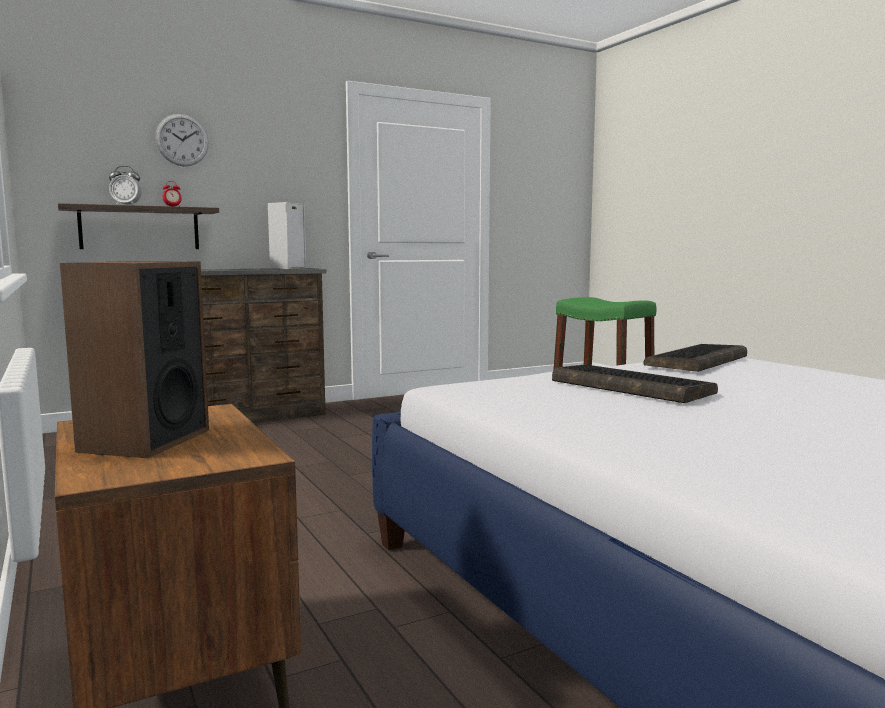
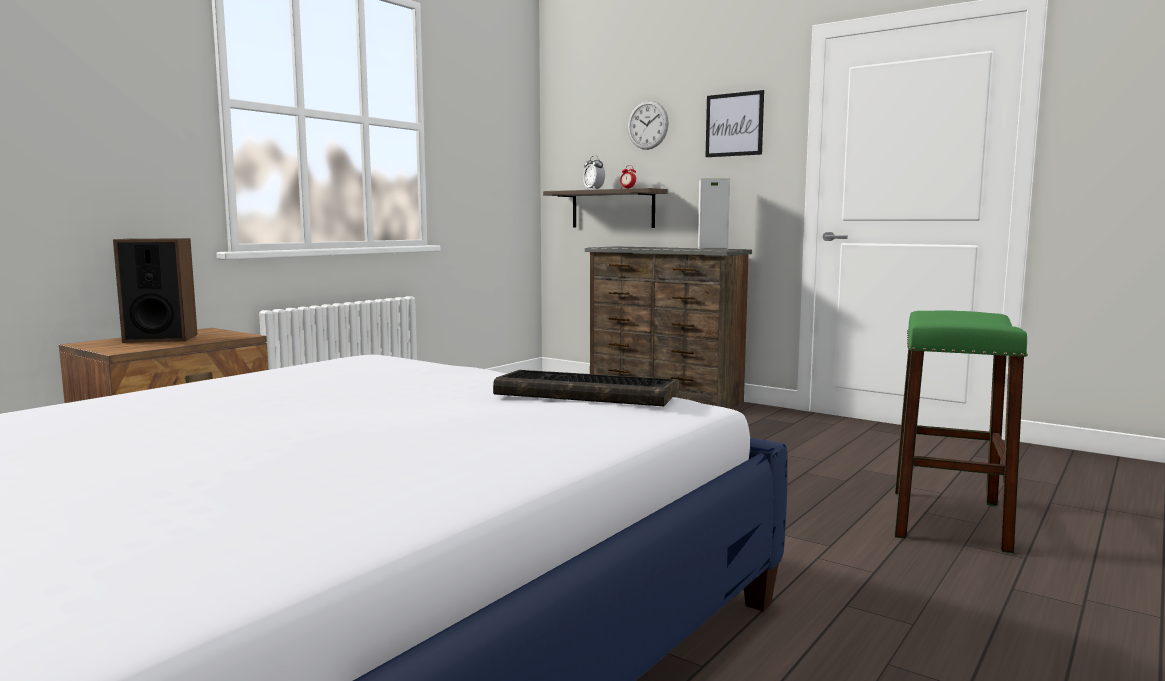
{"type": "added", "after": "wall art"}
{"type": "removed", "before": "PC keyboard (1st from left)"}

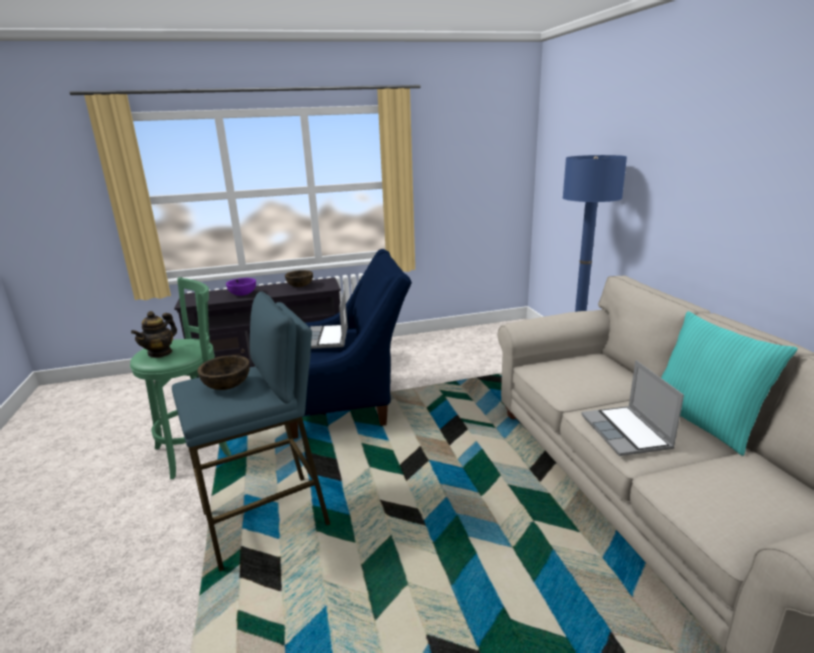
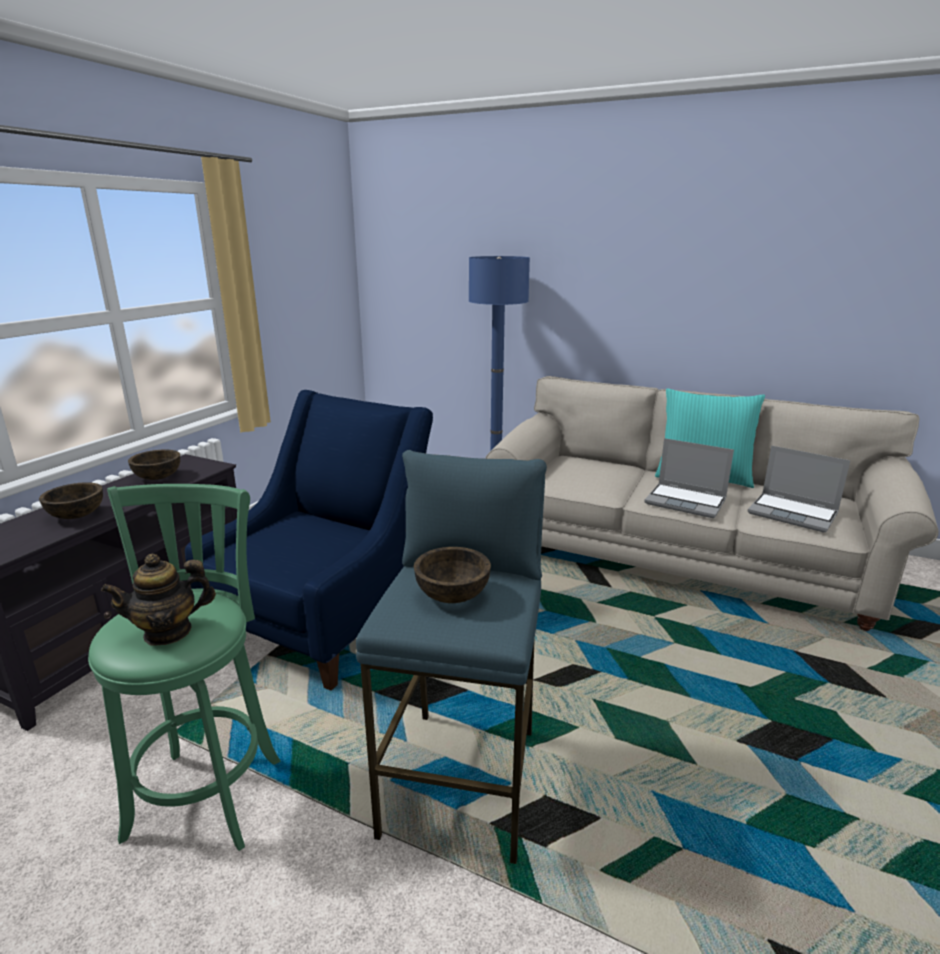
{"type": "recoloured", "before": "serving bowl/purple-coloured", "after": "serving bowl/brownish (1st from left)"}
{"type": "turned", "before": "pot for tea", "turn": 90}
{"type": "moved", "before": "laptop (1st from left in the first image)", "after": "laptop (2nd from left)"}

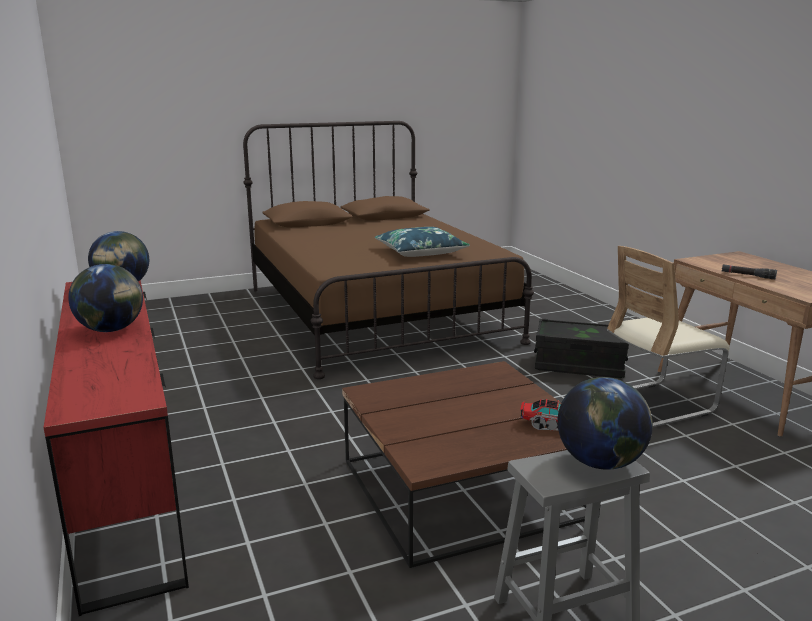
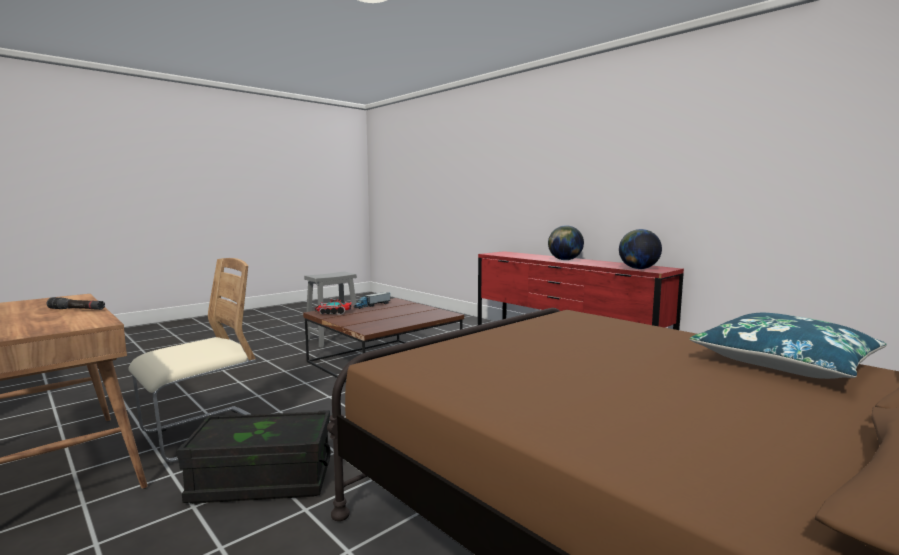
{"type": "added", "after": "toy lorry (2nd from left)"}
{"type": "moved", "before": "throw pillow/blue-coloured"}
{"type": "removed", "before": "desk globe (3rd from left)"}

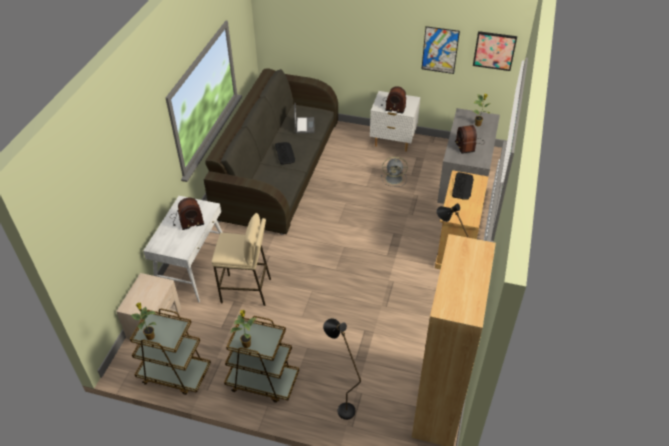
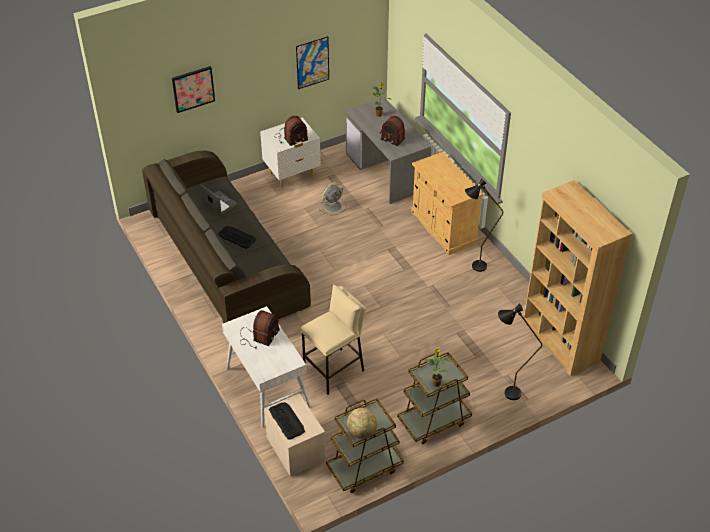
{"type": "moved", "before": "wall art (2nd from left in the first image)", "after": "wall art (1st from left)"}
{"type": "moved", "before": "PC keyboard (2nd from left)"}
{"type": "replaced", "before": "potted plant (1st from left)", "after": "desk globe"}

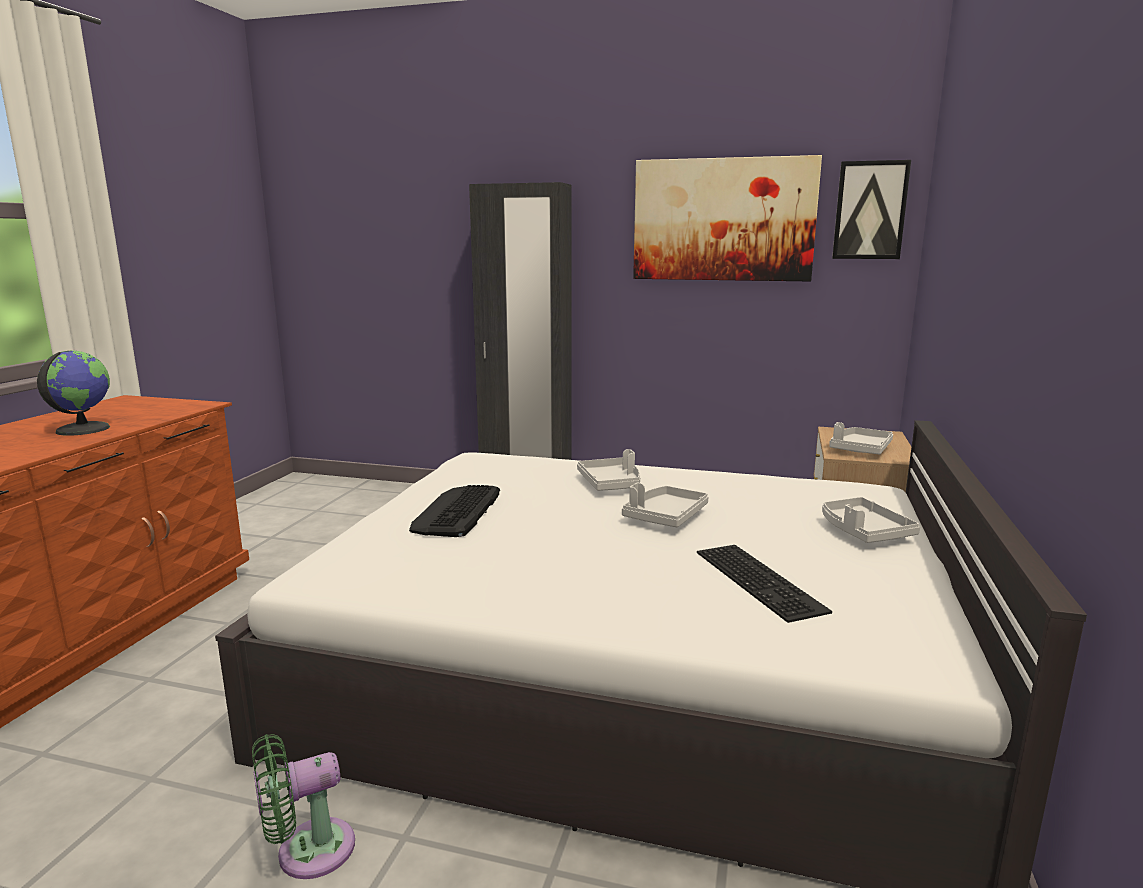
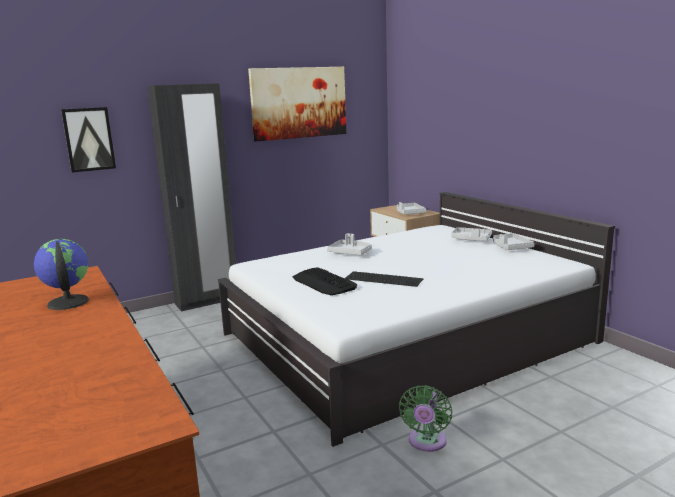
{"type": "moved", "before": "wall art (2nd from left in the first image)", "after": "wall art (1st from left)"}
{"type": "moved", "before": "PC keyboard (2nd from left)"}
{"type": "moved", "before": "serving tray/grey (2nd from left in the first image)", "after": "serving tray/grey (4th from left)"}

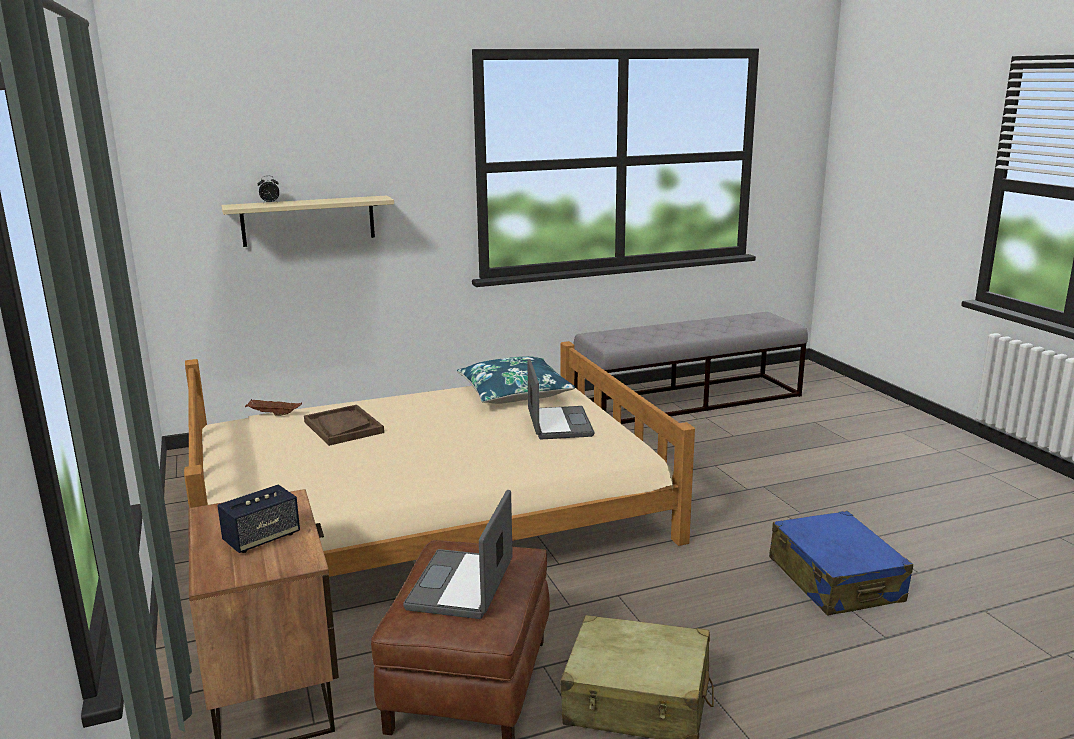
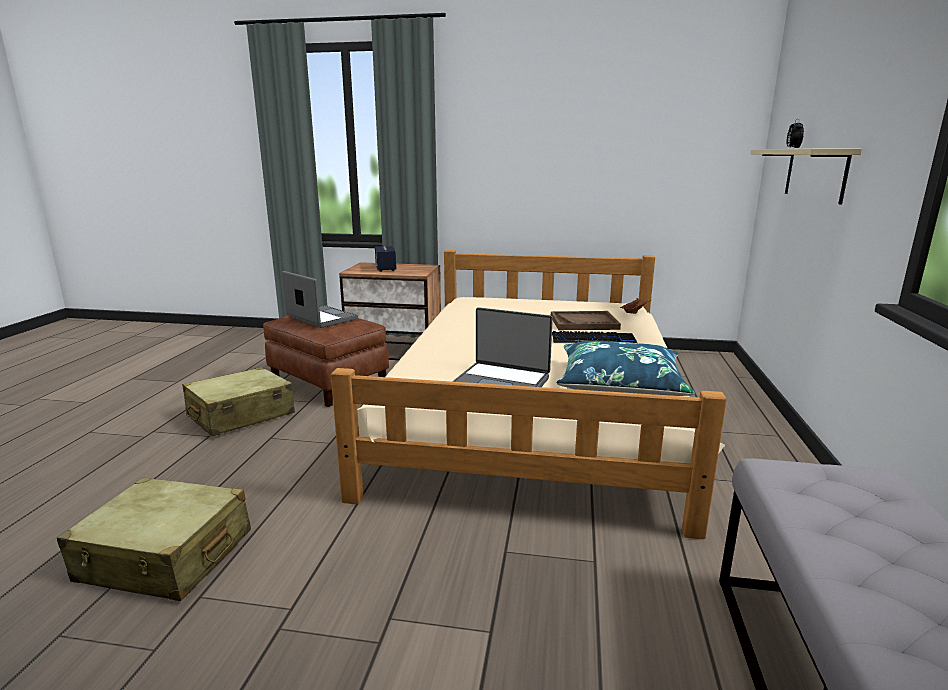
{"type": "recoloured", "before": "piece of luggage/blue-coloured", "after": "piece of luggage/sand-coloured (1st from left)"}
{"type": "added", "after": "PC keyboard"}

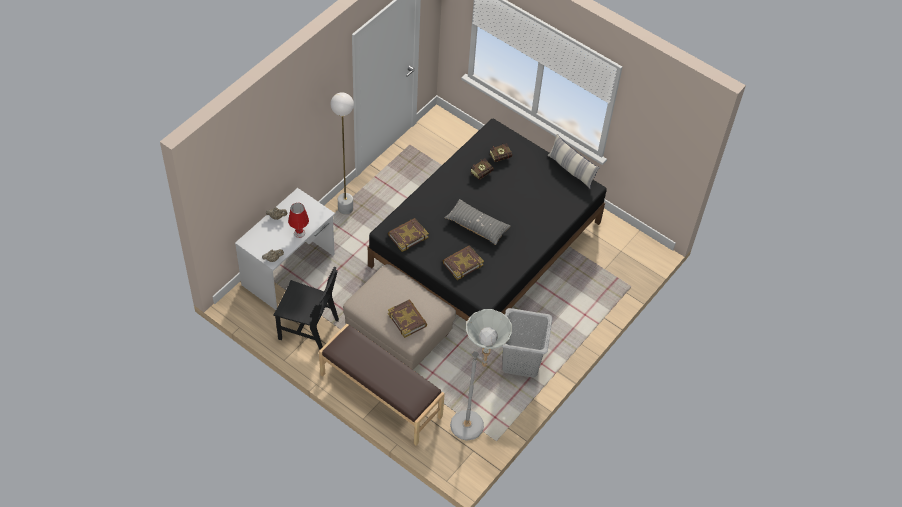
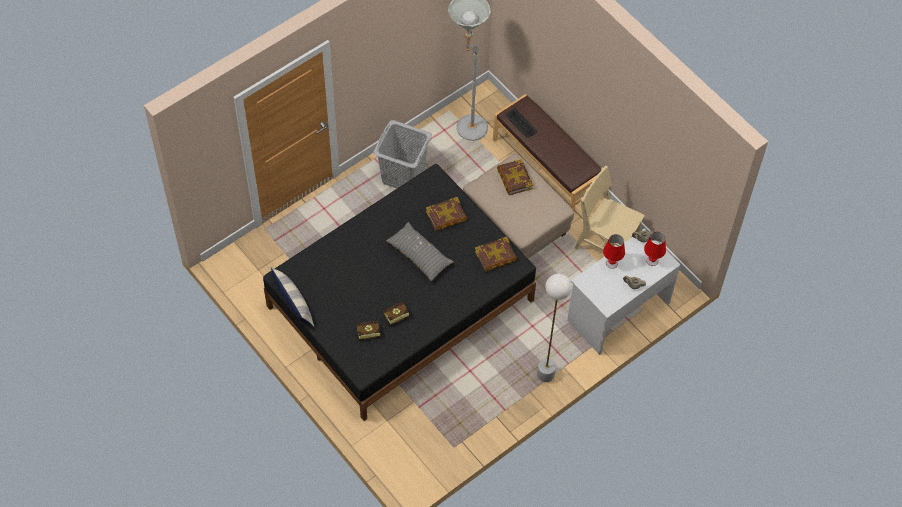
{"type": "added", "after": "PC keyboard"}
{"type": "recoloured", "before": "upright chair/blackish", "after": "upright chair/sand-coloured"}
{"type": "added", "after": "lamp for a table/red-coloured (2nd from left)"}

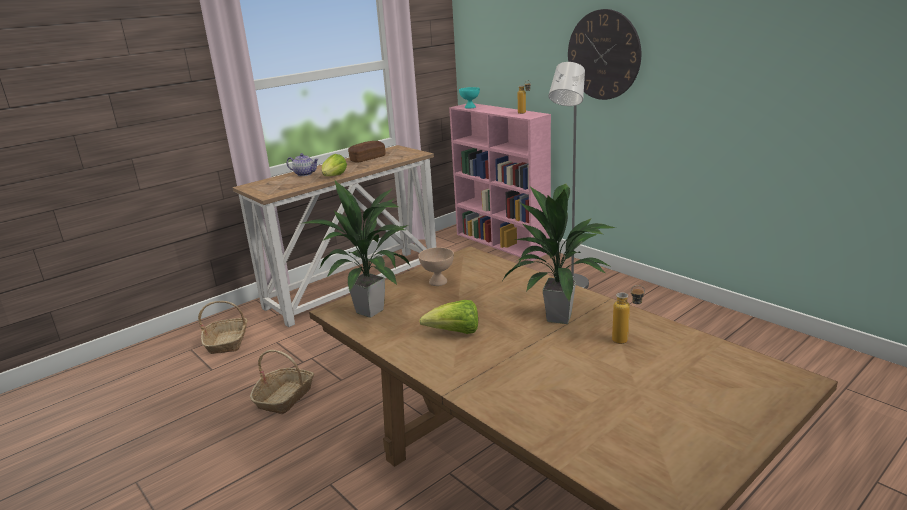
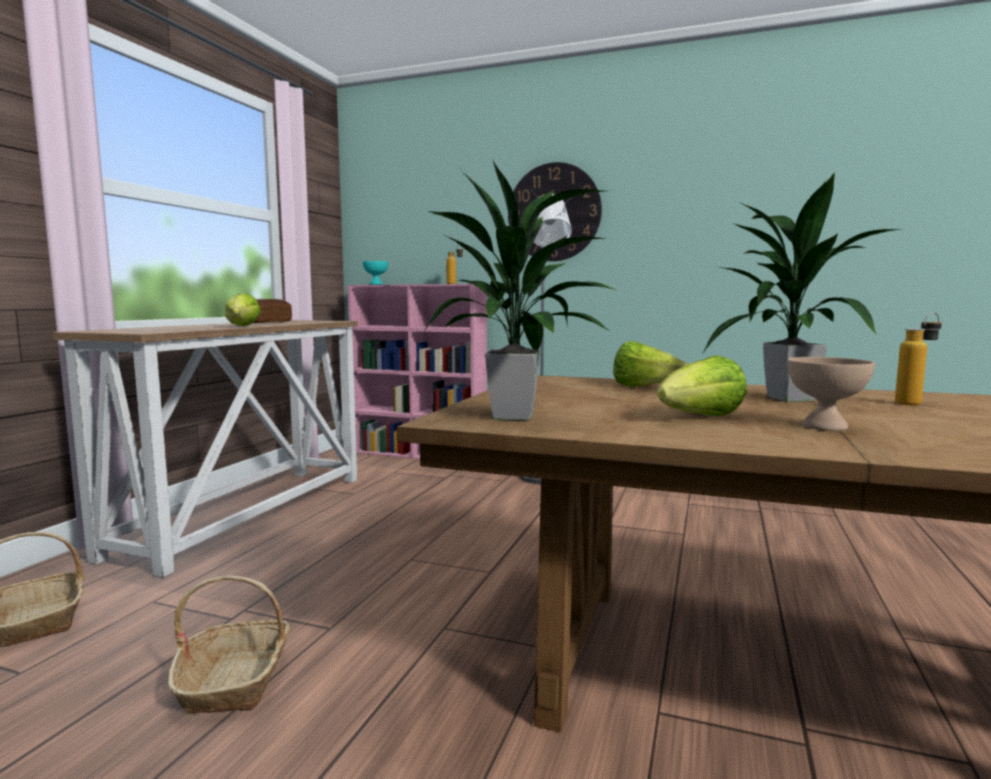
{"type": "added", "after": "head of lettuce (2nd from left)"}
{"type": "moved", "before": "serving bowl/sand-coloured"}
{"type": "removed", "before": "pot for tea"}

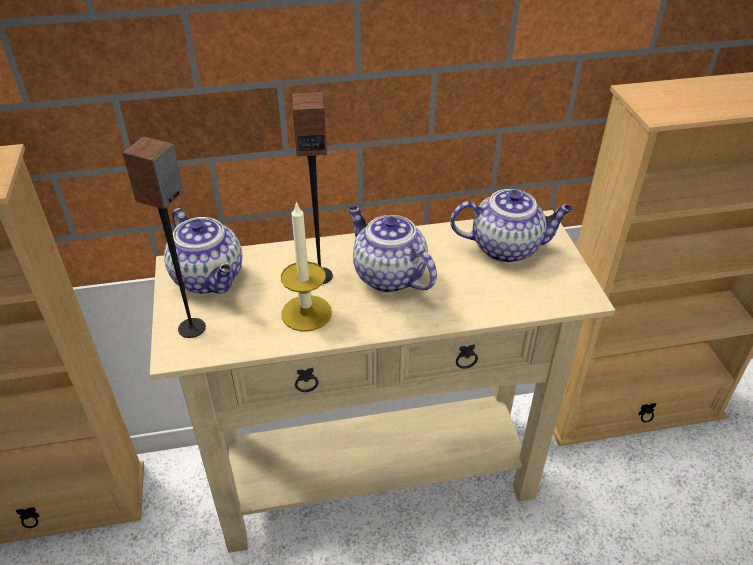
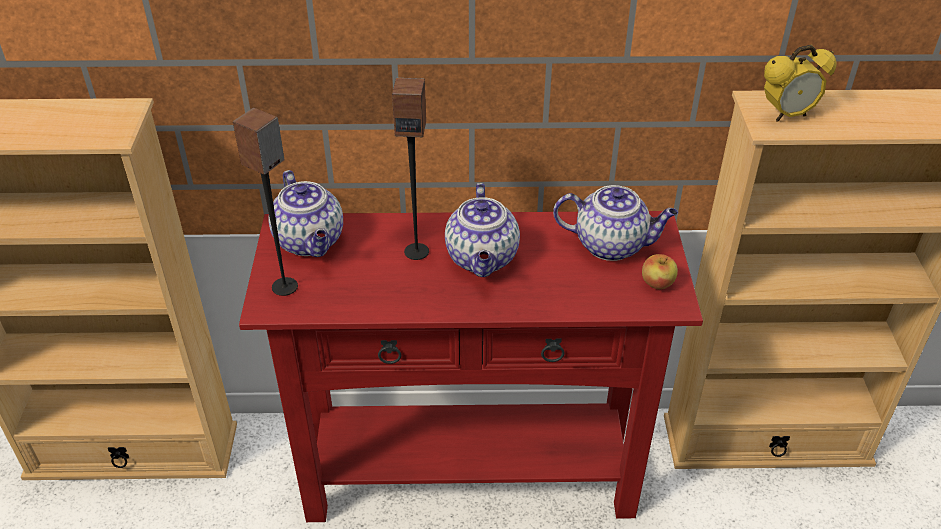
{"type": "recoloured", "before": "console table/sand-coloured", "after": "console table/red-coloured"}
{"type": "turned", "before": "pot for tea (2nd from left)", "turn": -150}
{"type": "added", "after": "whole apple"}
{"type": "added", "after": "alarm clock"}
{"type": "removed", "before": "wax candle"}

